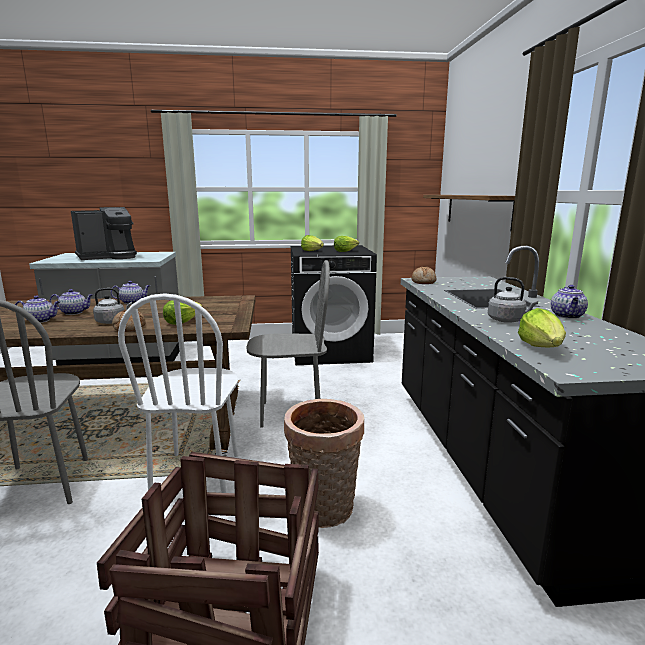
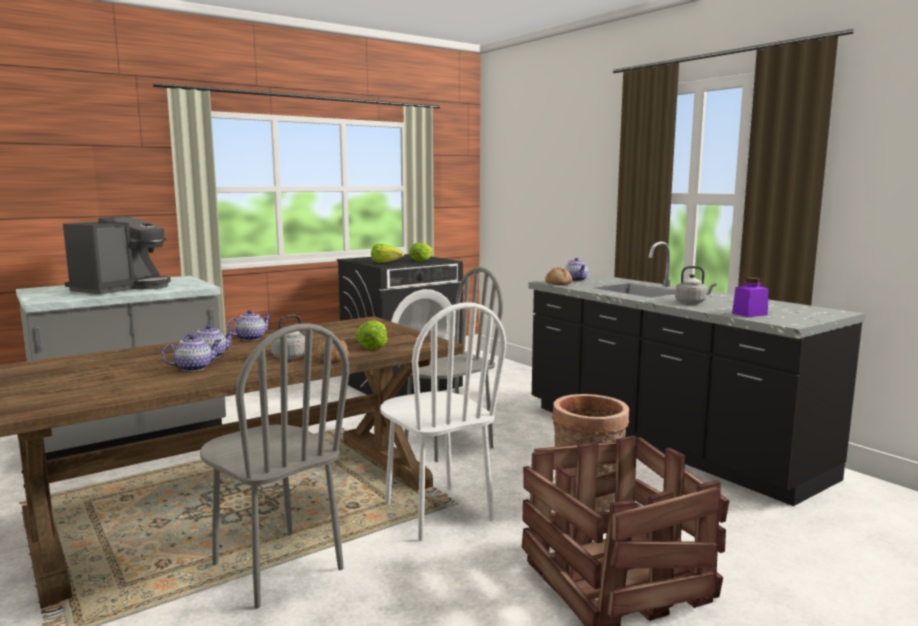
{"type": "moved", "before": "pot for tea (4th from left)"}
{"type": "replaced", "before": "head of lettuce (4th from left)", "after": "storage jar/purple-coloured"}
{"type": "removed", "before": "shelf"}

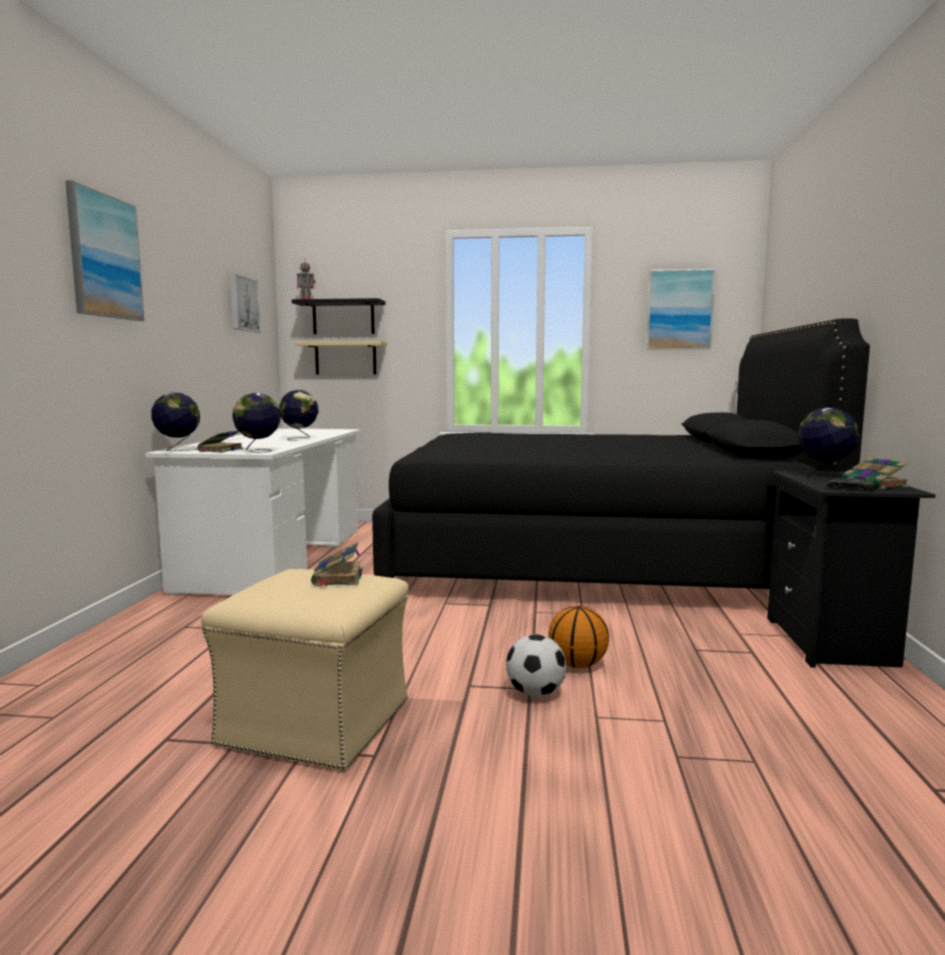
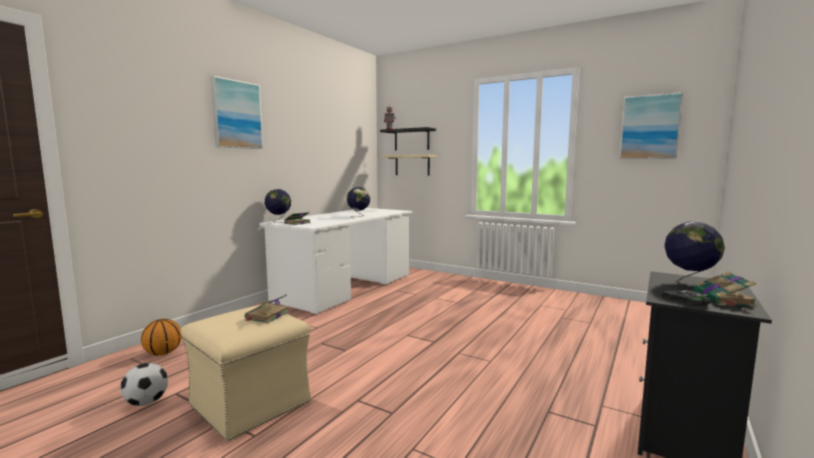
{"type": "moved", "before": "football ball"}
{"type": "moved", "before": "ball for basketball"}
{"type": "removed", "before": "wall art (2nd from left)"}
{"type": "removed", "before": "desk globe (2nd from left)"}
{"type": "removed", "before": "bed/blackish"}

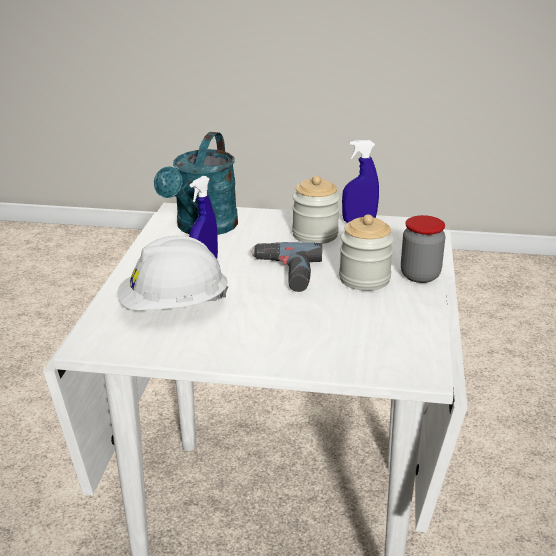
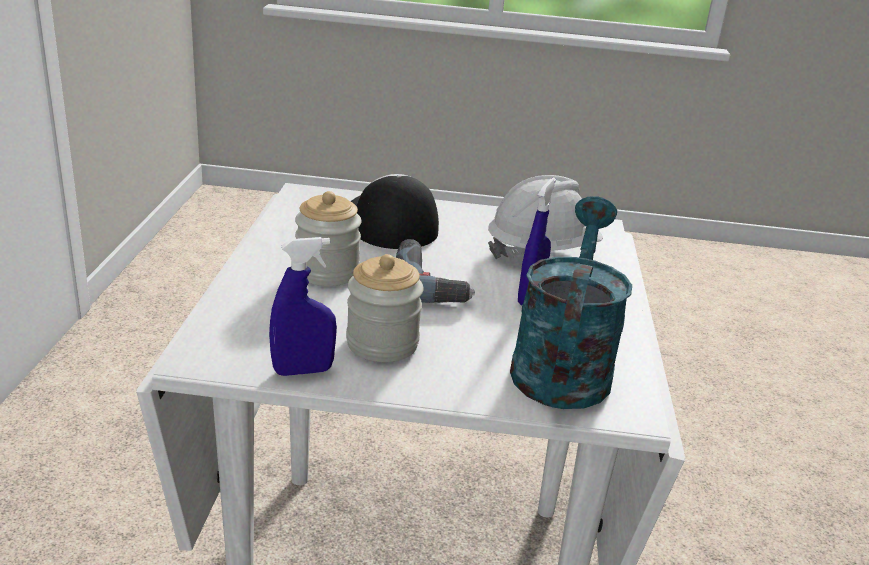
{"type": "added", "after": "baseball cap"}
{"type": "removed", "before": "storage jar (3rd from left)"}

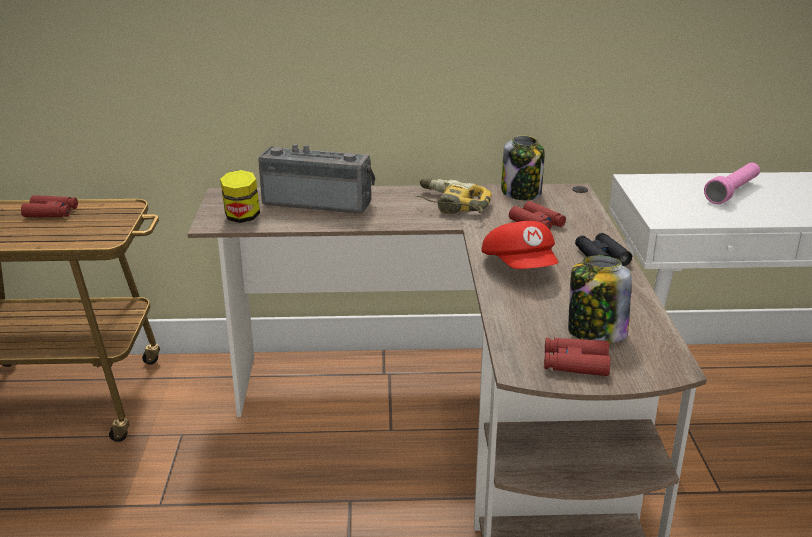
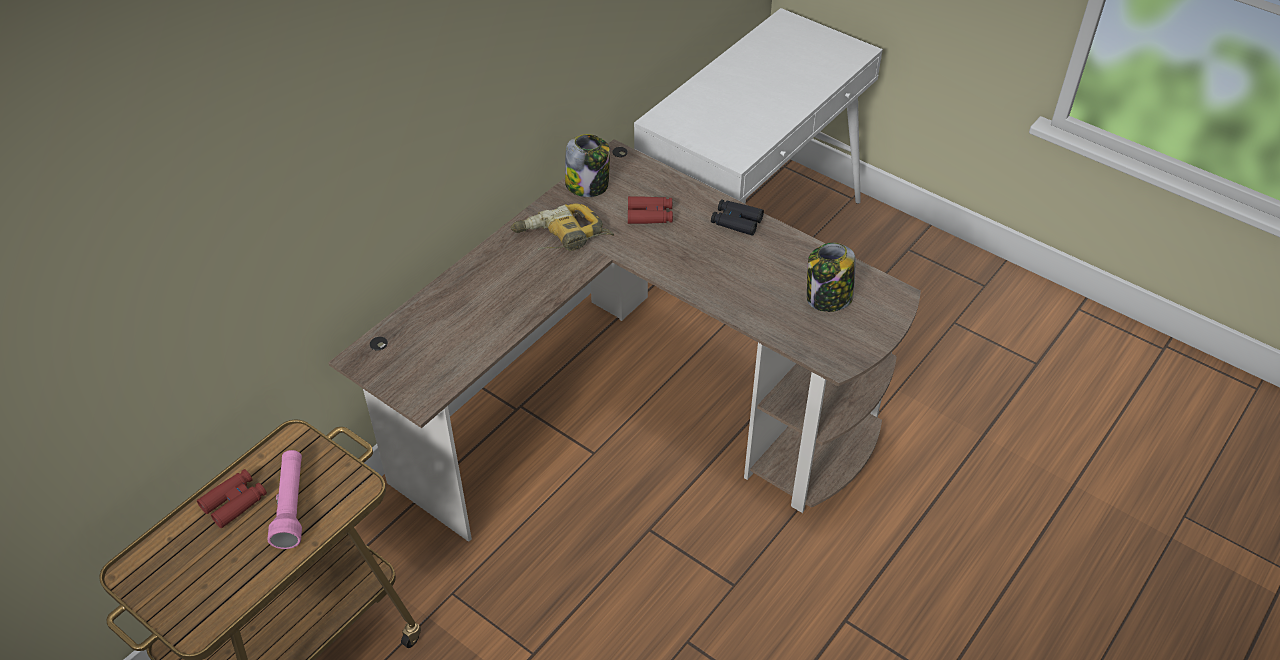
{"type": "moved", "before": "flashlight/pink-coloured"}
{"type": "removed", "before": "storage jar (1st from left)"}
{"type": "removed", "before": "radio"}
{"type": "removed", "before": "baseball cap/red-coloured"}
{"type": "removed", "before": "pair of binoculars/red-coloured (3rd from left)"}

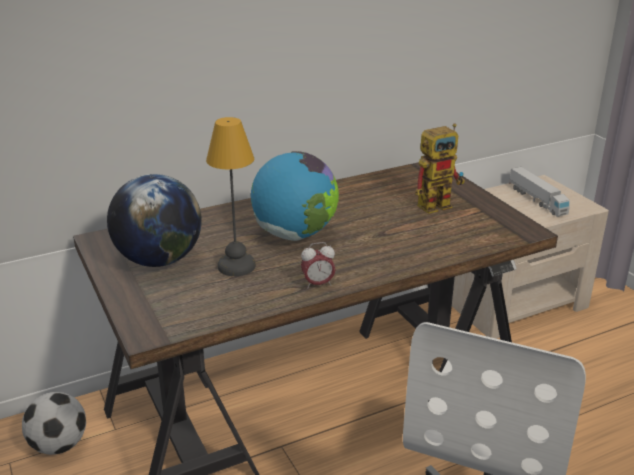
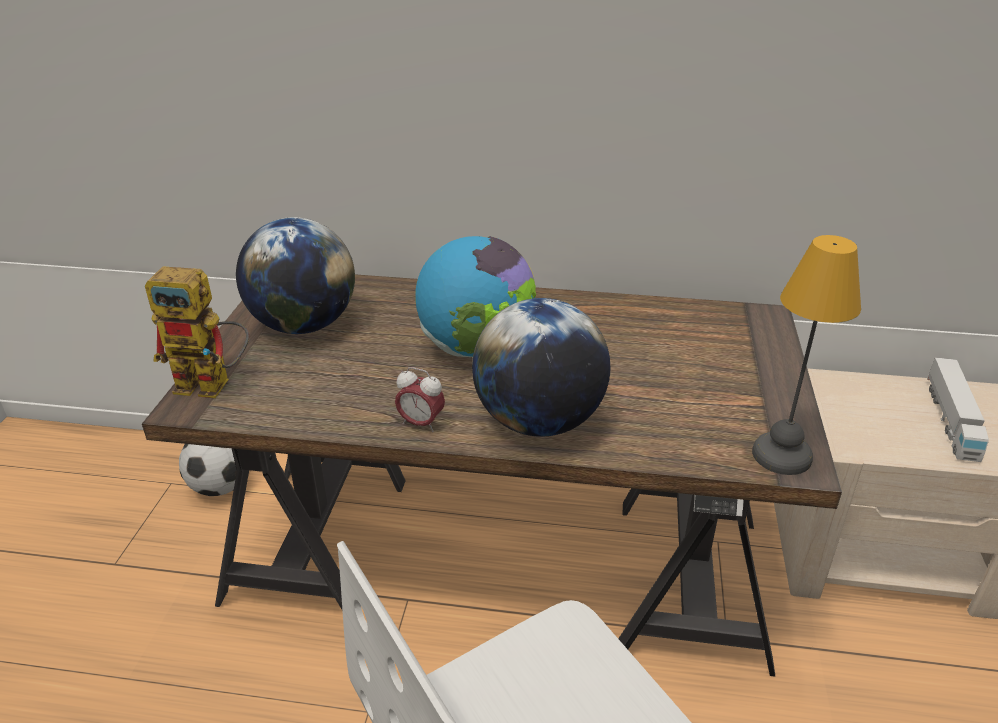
{"type": "moved", "before": "model robot"}
{"type": "added", "after": "desk globe (3rd from left)"}
{"type": "moved", "before": "lamp for a table"}

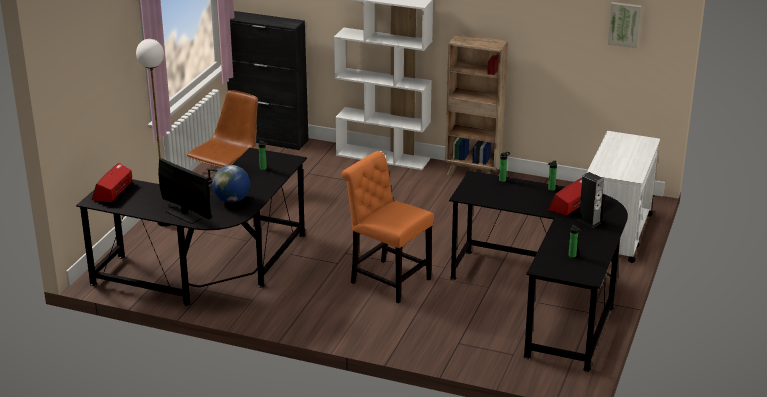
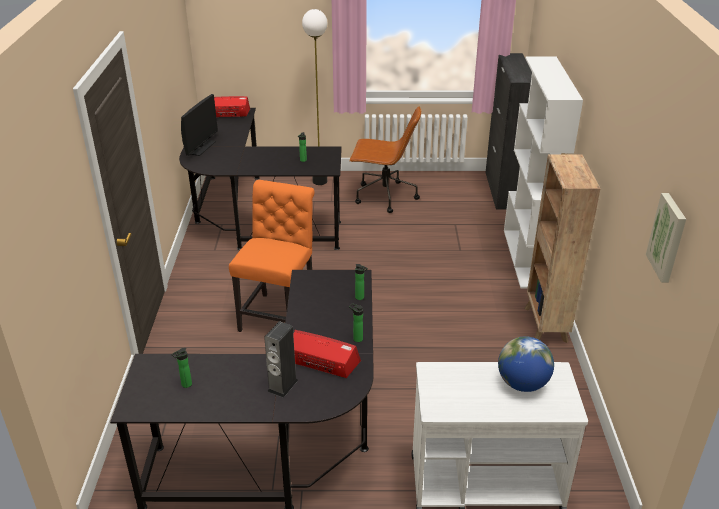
{"type": "moved", "before": "desk globe"}

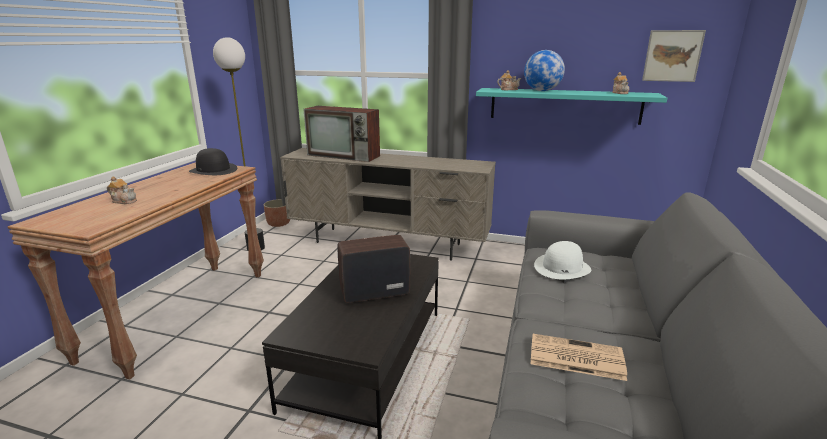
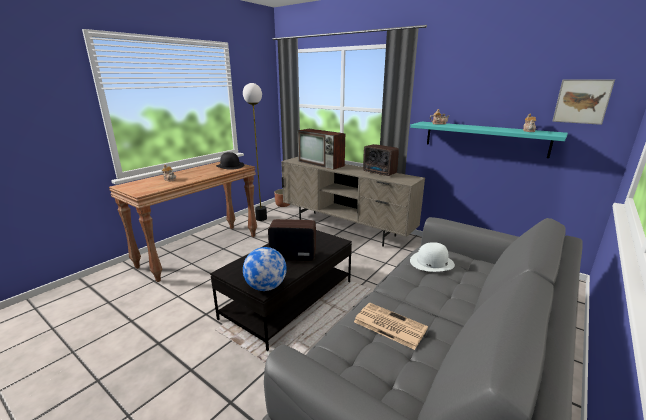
{"type": "moved", "before": "desk globe"}
{"type": "added", "after": "radio (2nd from left)"}

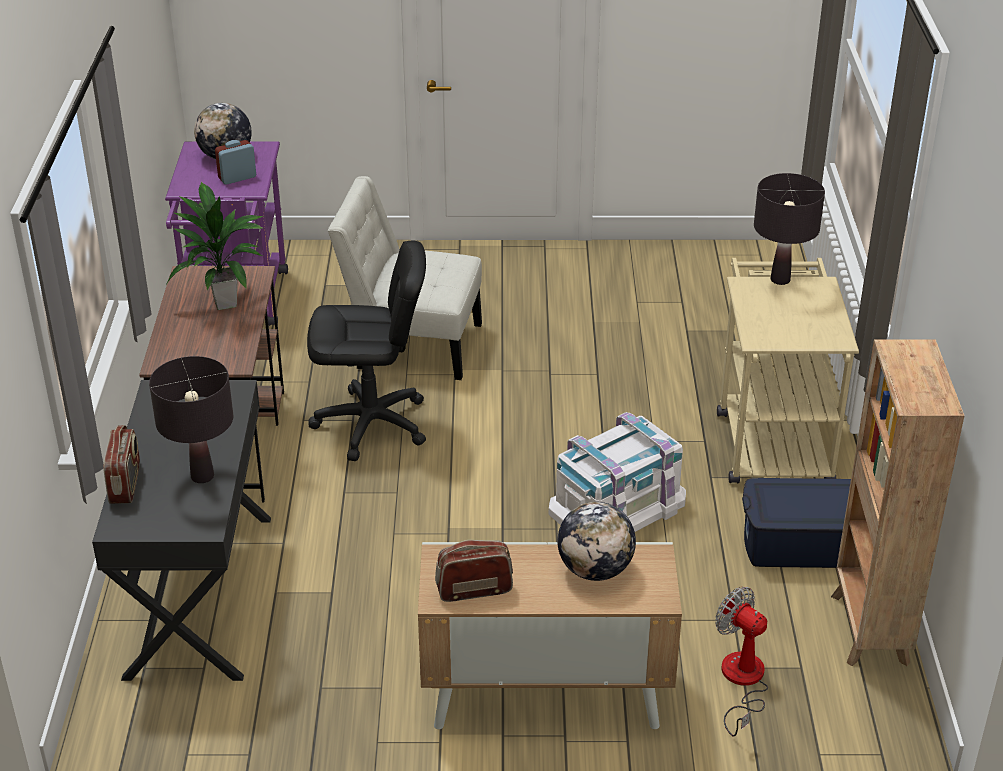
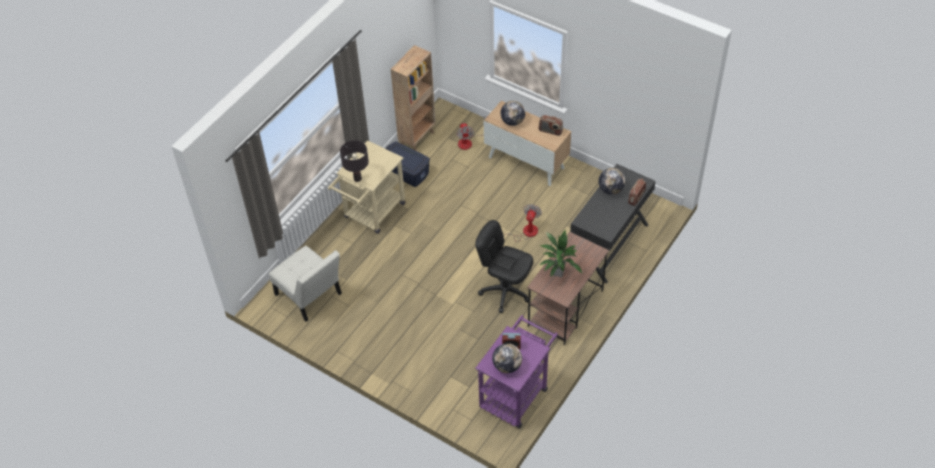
{"type": "moved", "before": "upright chair/whitish"}
{"type": "added", "after": "cooling fan (2nd from left)"}
{"type": "replaced", "before": "lamp for a table/blackish (1st from left)", "after": "desk globe (3rd from left)"}
{"type": "removed", "before": "storage bin/whitish"}

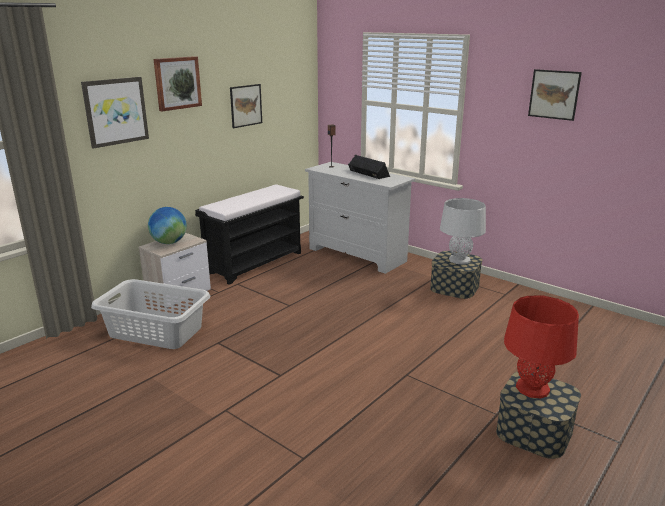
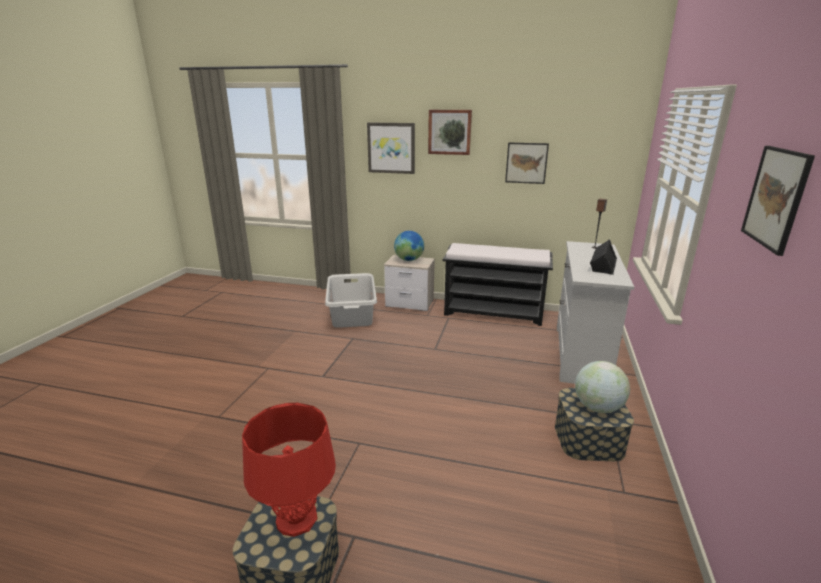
{"type": "replaced", "before": "lamp for a table/grey", "after": "desk globe (2nd from left)"}

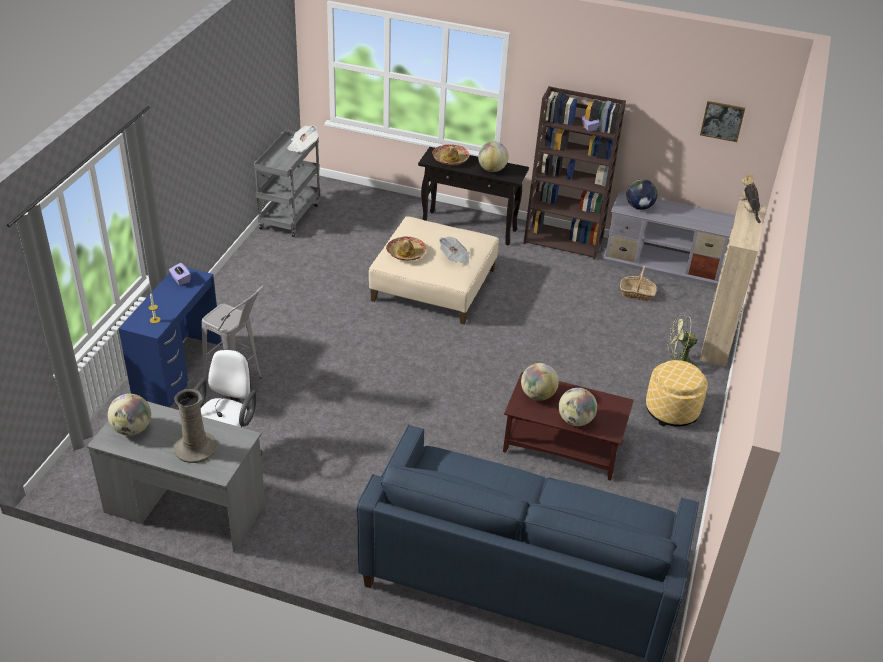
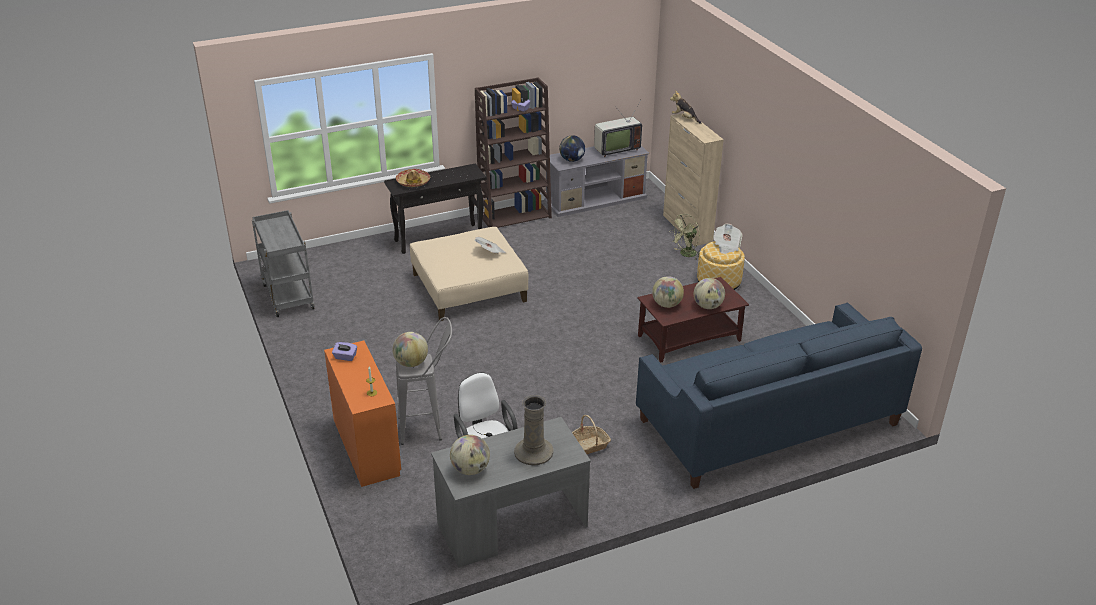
{"type": "recoloured", "before": "desk/blue-coloured", "after": "desk/orangey"}
{"type": "moved", "before": "desk globe (2nd from left in the first image)", "after": "desk globe (1st from left)"}
{"type": "moved", "before": "household basket"}
{"type": "added", "after": "TV"}
{"type": "moved", "before": "newspaper (1st from left in the first image)", "after": "newspaper (2nd from left)"}
{"type": "removed", "before": "clothing hat (1st from left)"}
{"type": "removed", "before": "wall art"}

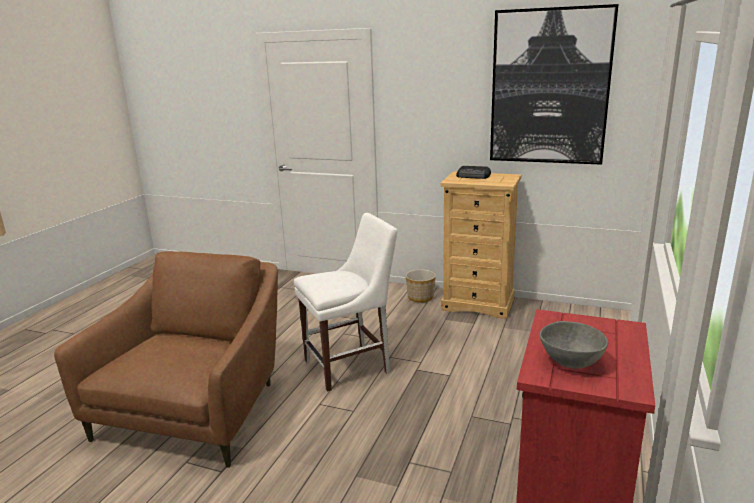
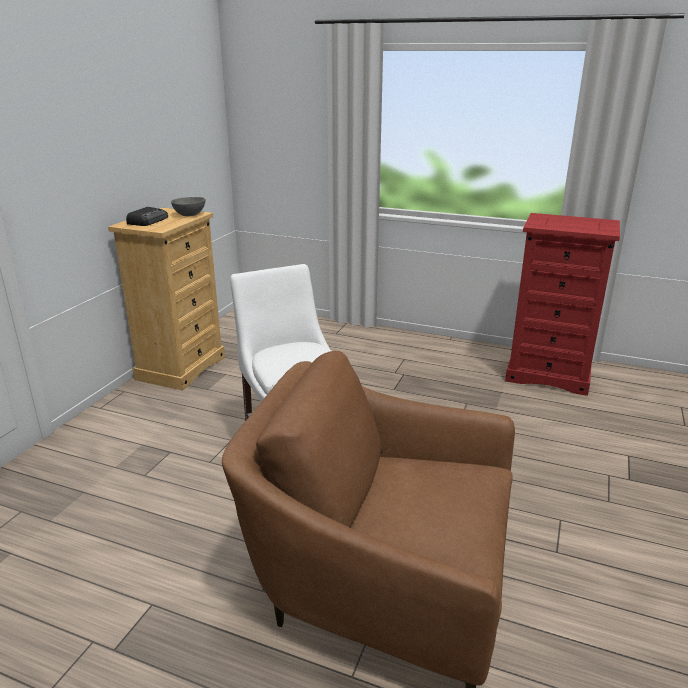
{"type": "moved", "before": "serving bowl/grey"}
{"type": "removed", "before": "flower pot"}
{"type": "removed", "before": "wall art"}

